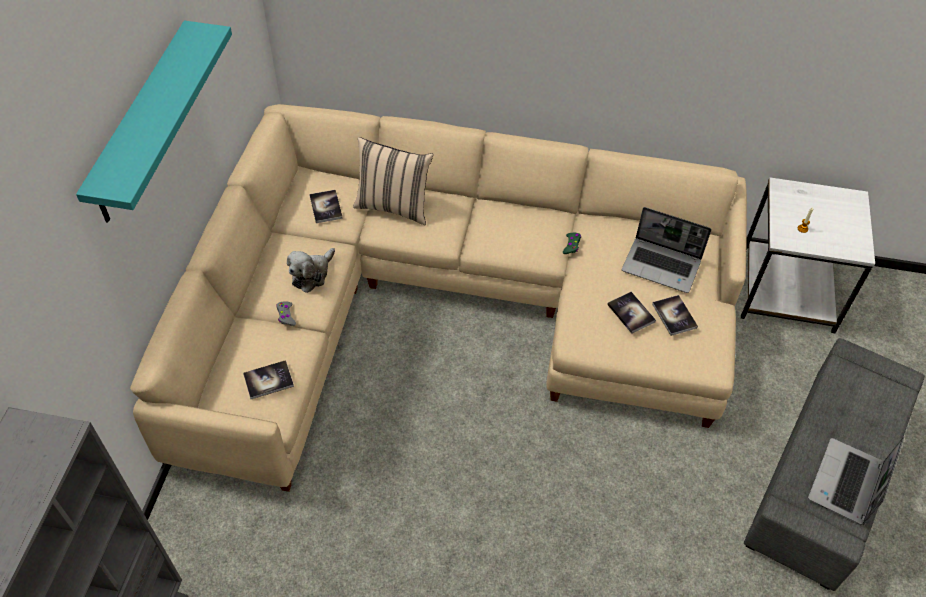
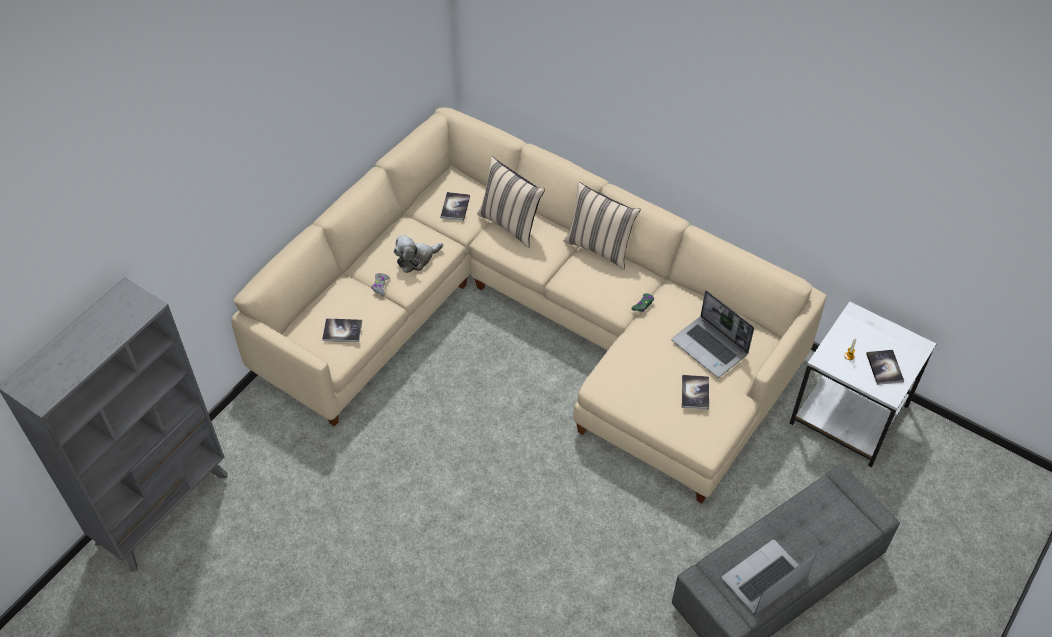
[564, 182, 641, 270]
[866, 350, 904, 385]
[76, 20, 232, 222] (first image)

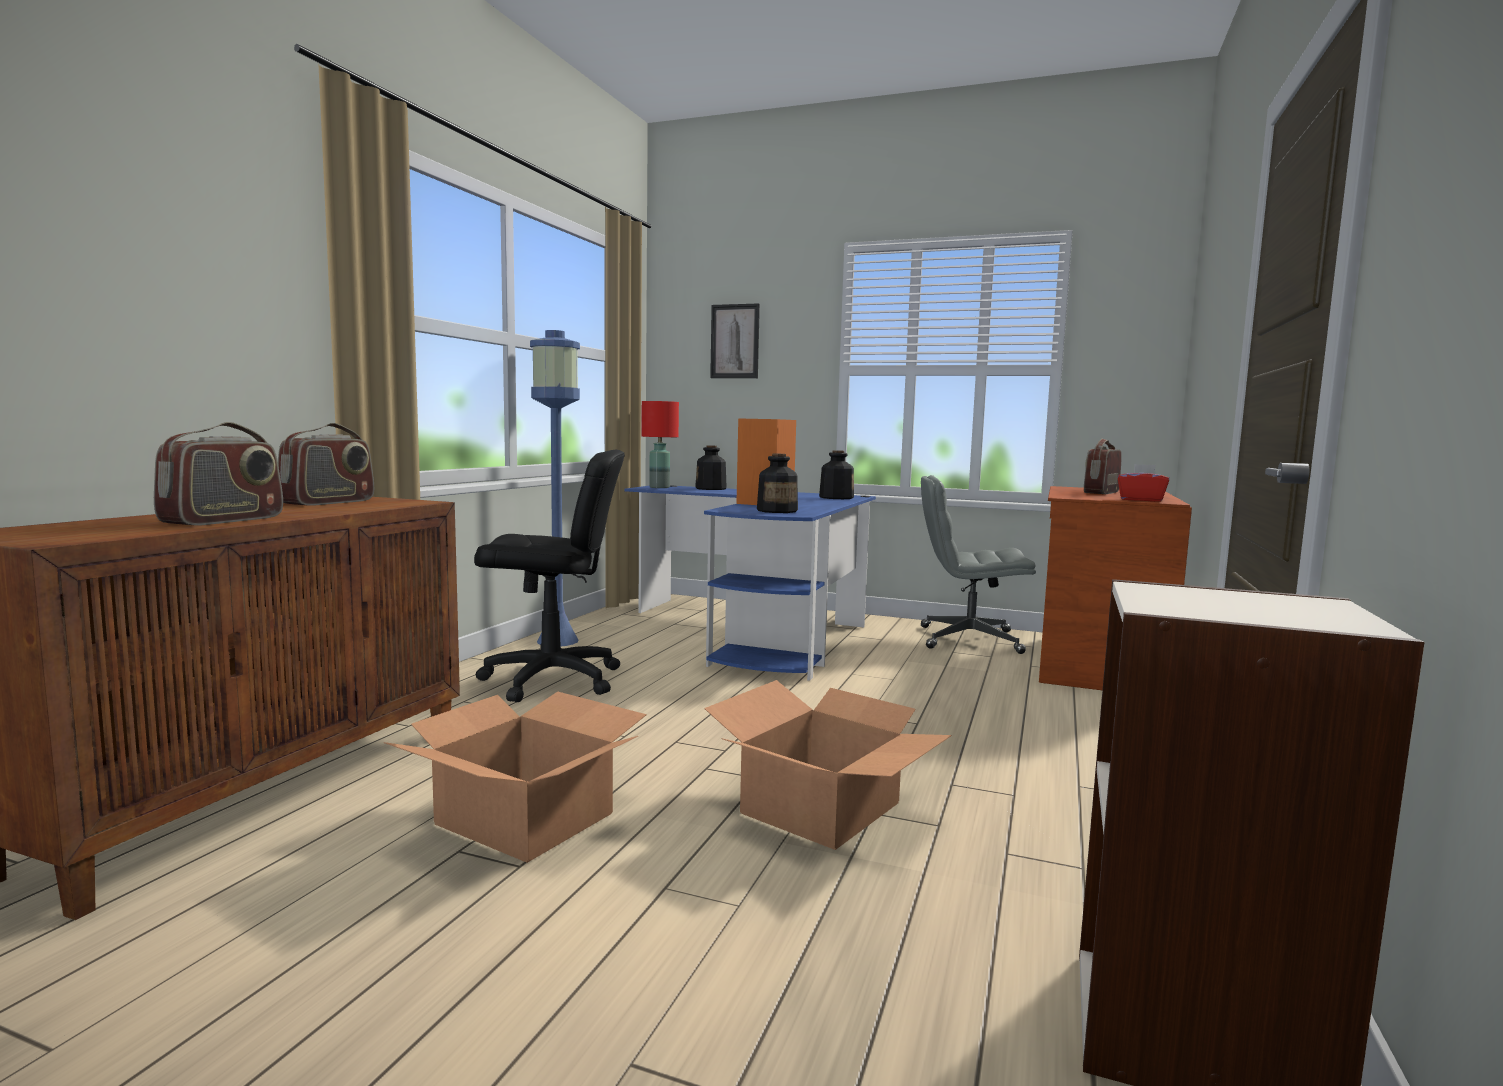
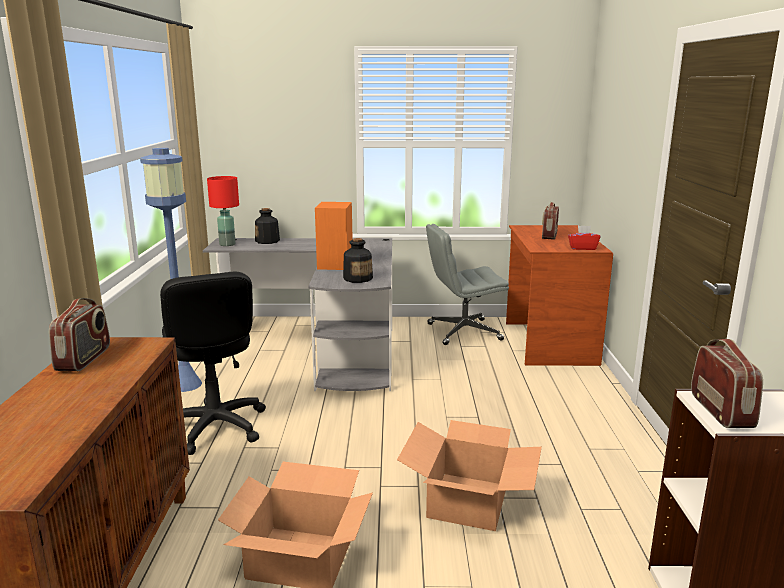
[160, 272, 266, 455]
[203, 238, 392, 391]
[691, 339, 763, 428]
[710, 303, 760, 378] (first image)
[819, 450, 854, 499] (first image)

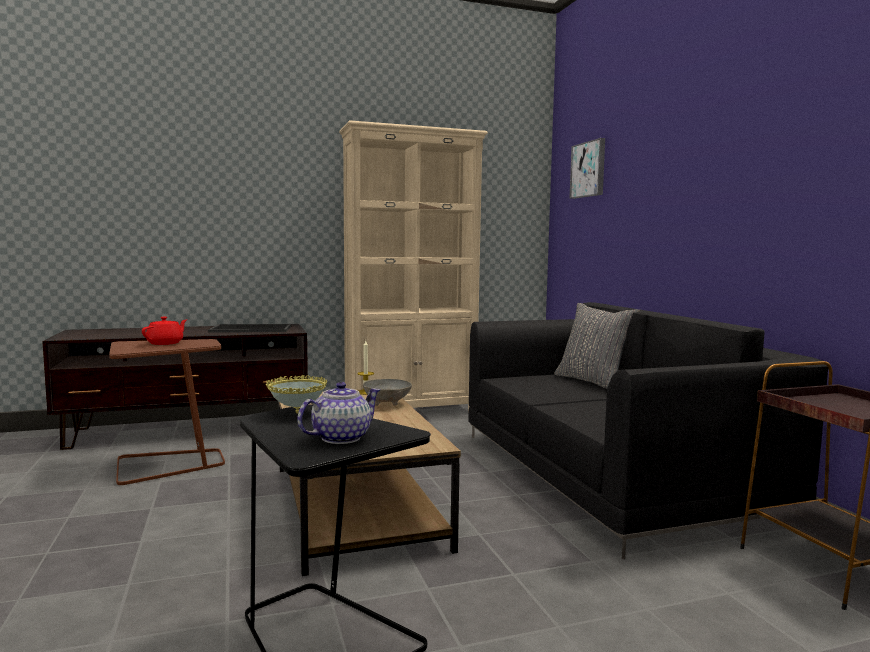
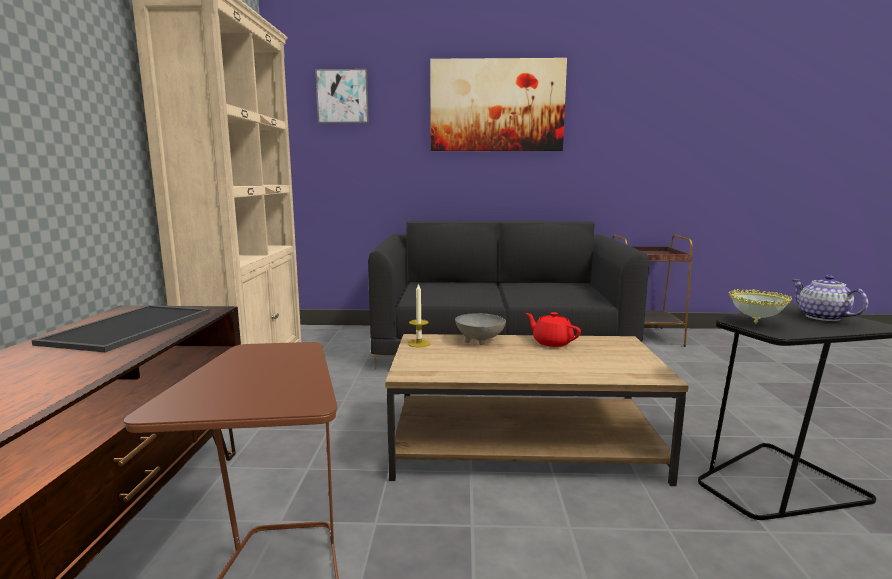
[430, 58, 567, 151]
[526, 312, 581, 347]
[554, 303, 640, 389] (first image)

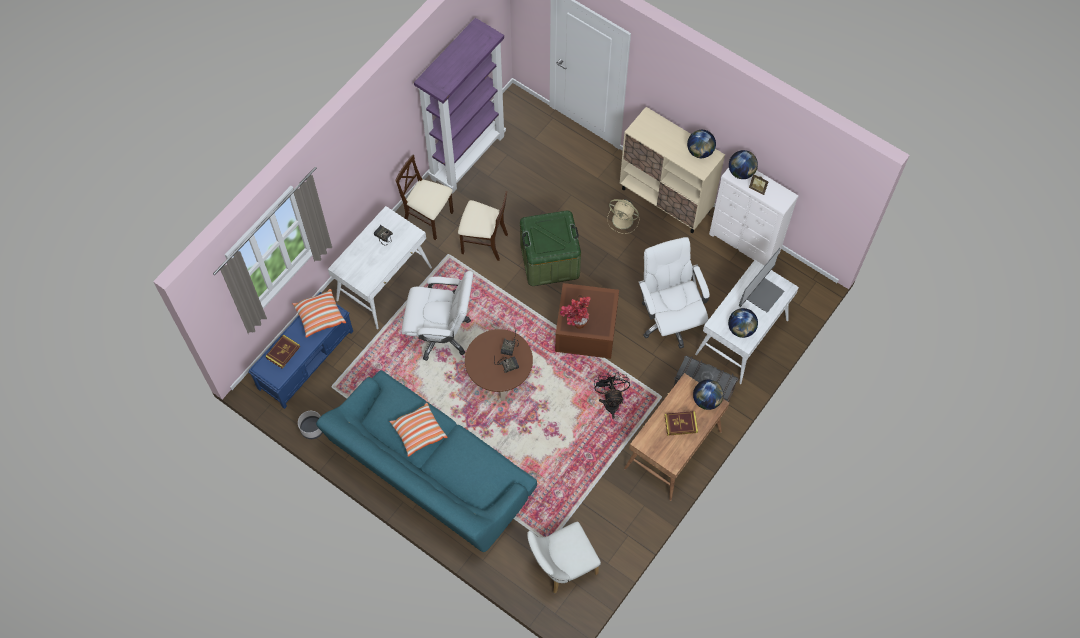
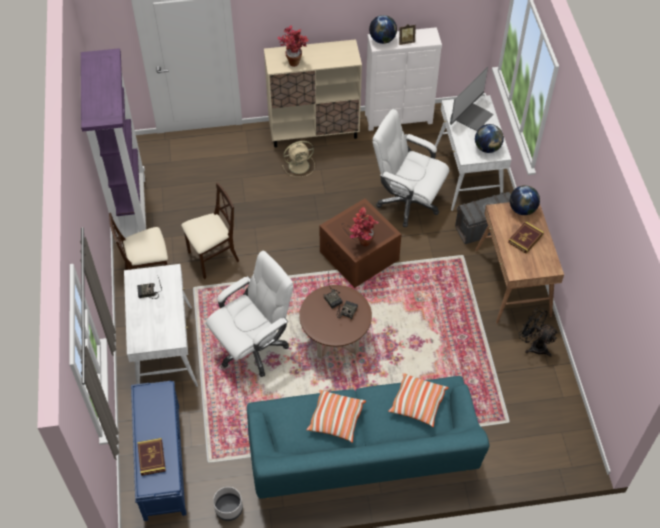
[277, 25, 309, 67]
[388, 373, 449, 427]
[450, 67, 494, 131]
[519, 307, 558, 357]
[520, 210, 581, 286] (first image)
[527, 522, 601, 594] (first image)
[687, 130, 716, 158] (first image)

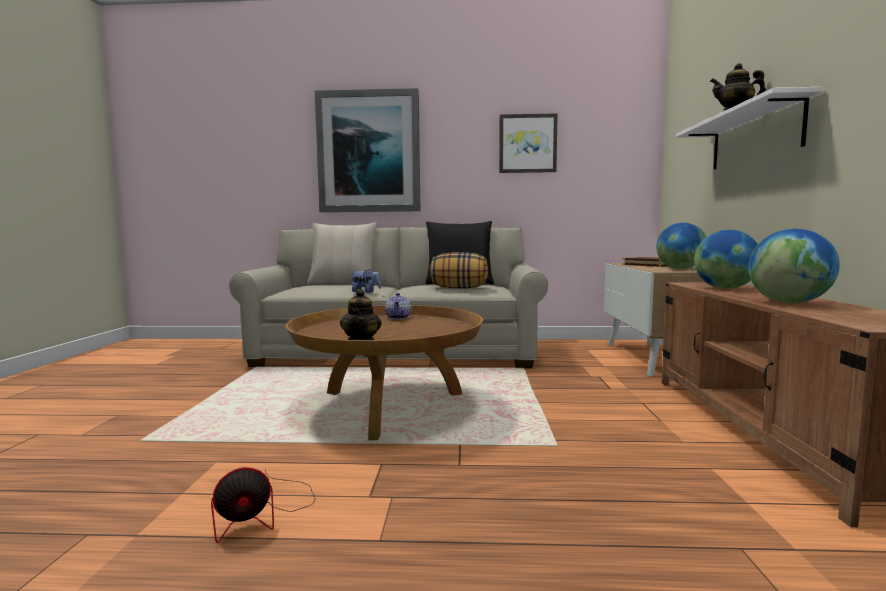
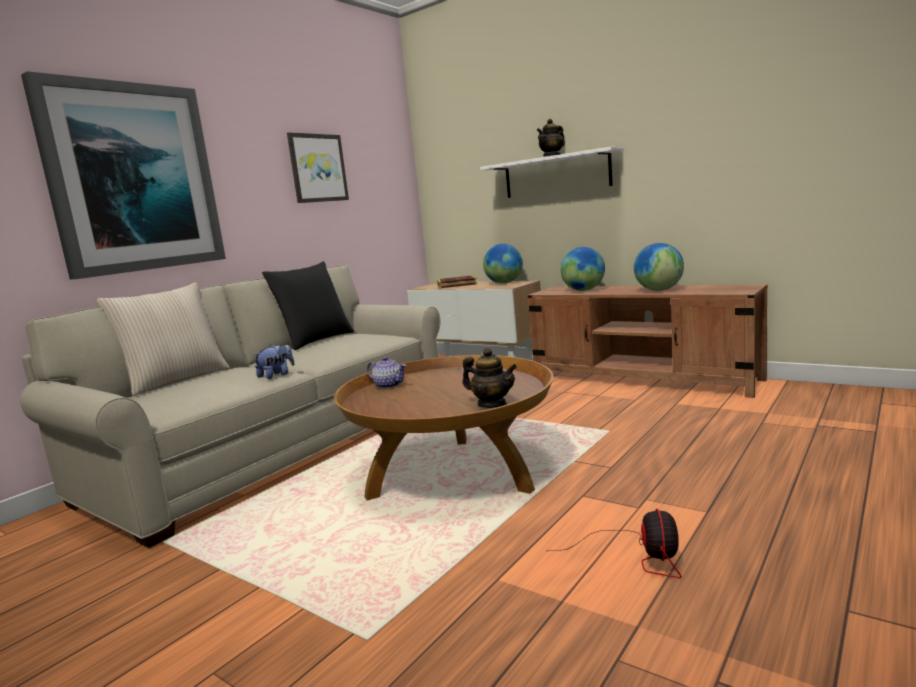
[430, 252, 488, 288] (first image)

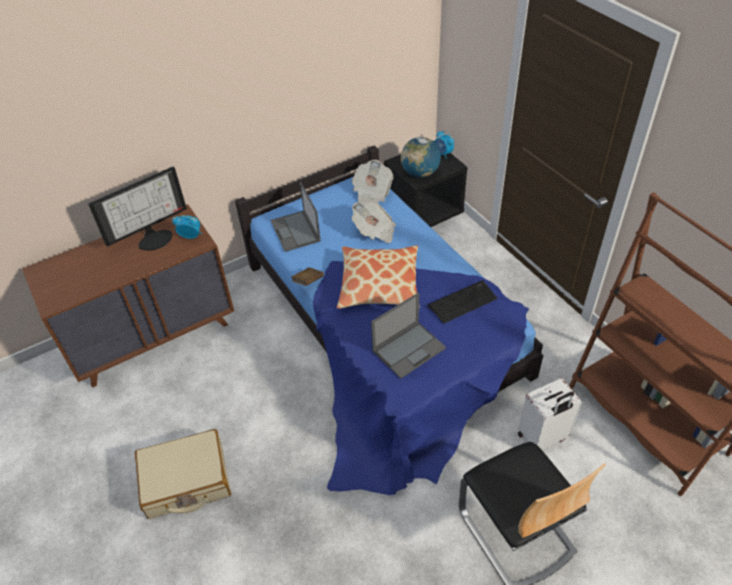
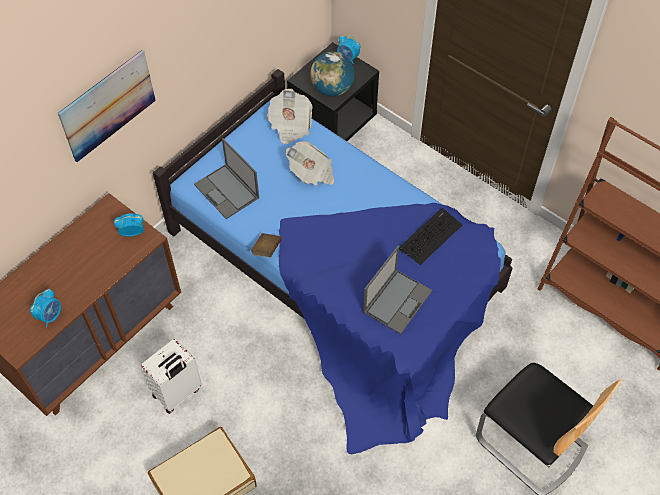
[30, 289, 61, 327]
[58, 50, 156, 162]
[141, 339, 202, 414]
[88, 167, 187, 251] (first image)
[337, 245, 418, 309] (first image)

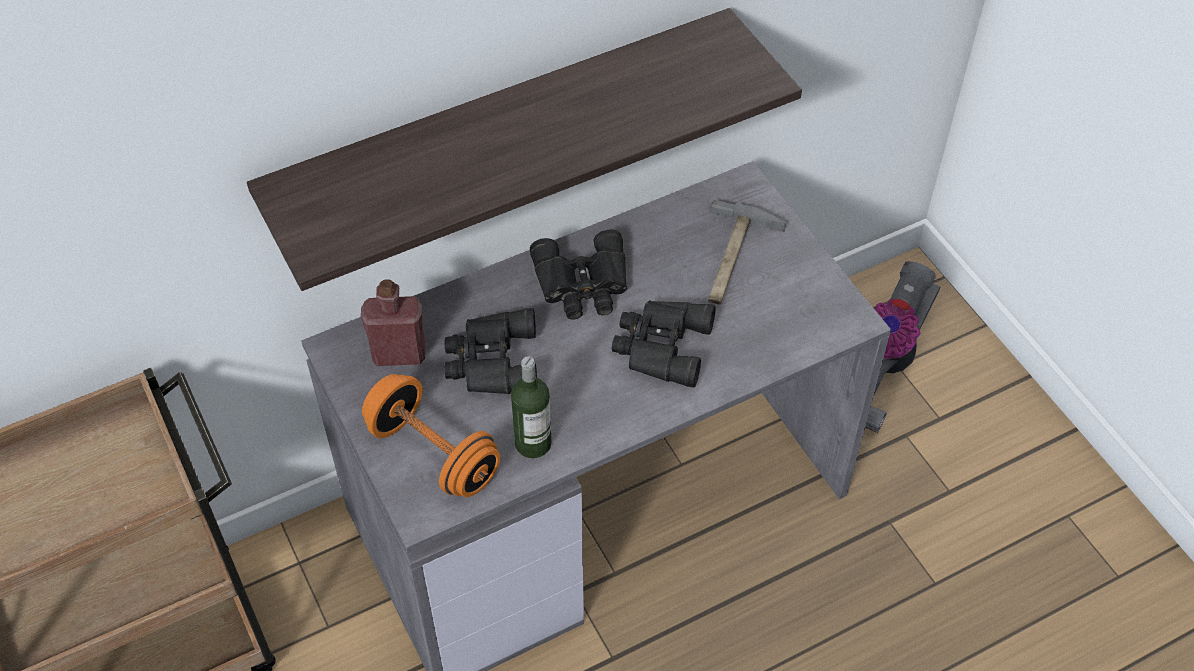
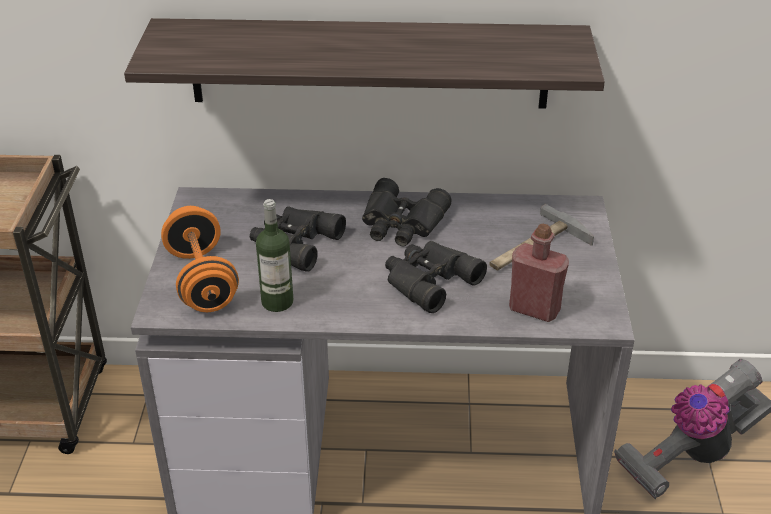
[509, 224, 569, 322]

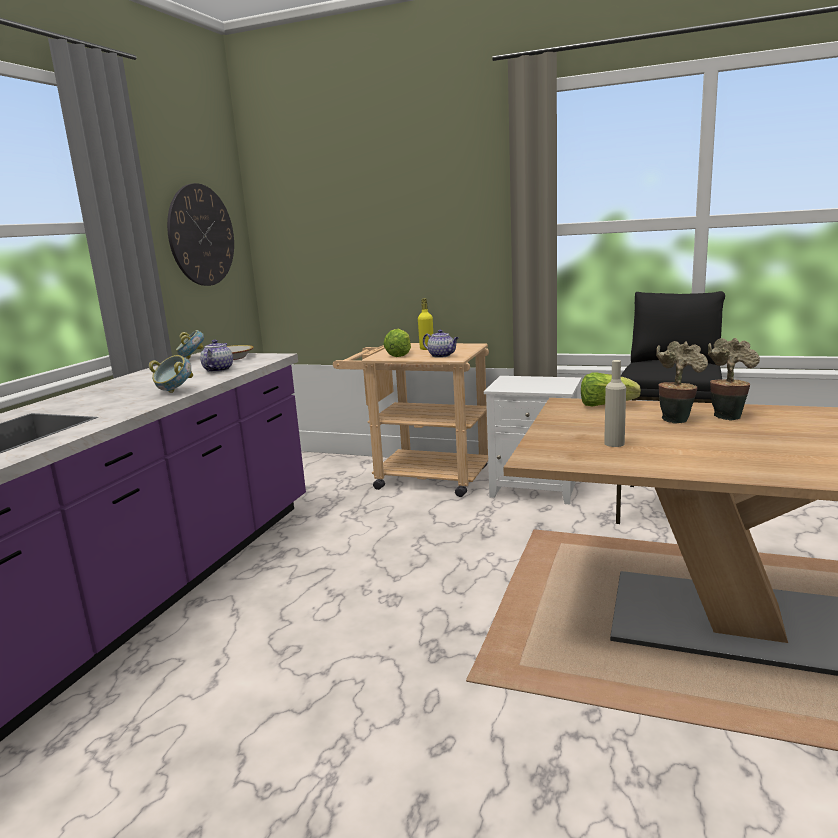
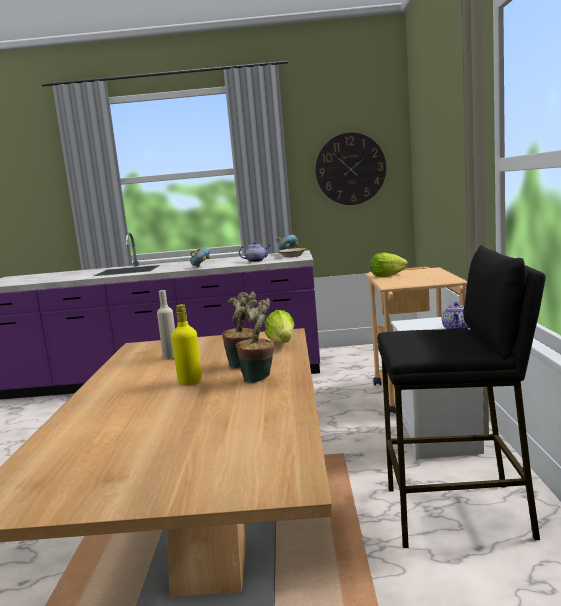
[171, 304, 202, 385]
[442, 302, 469, 329]

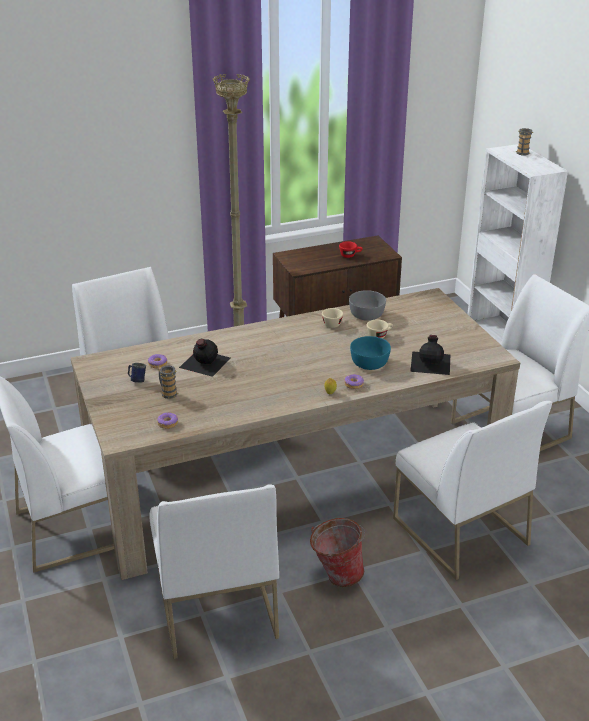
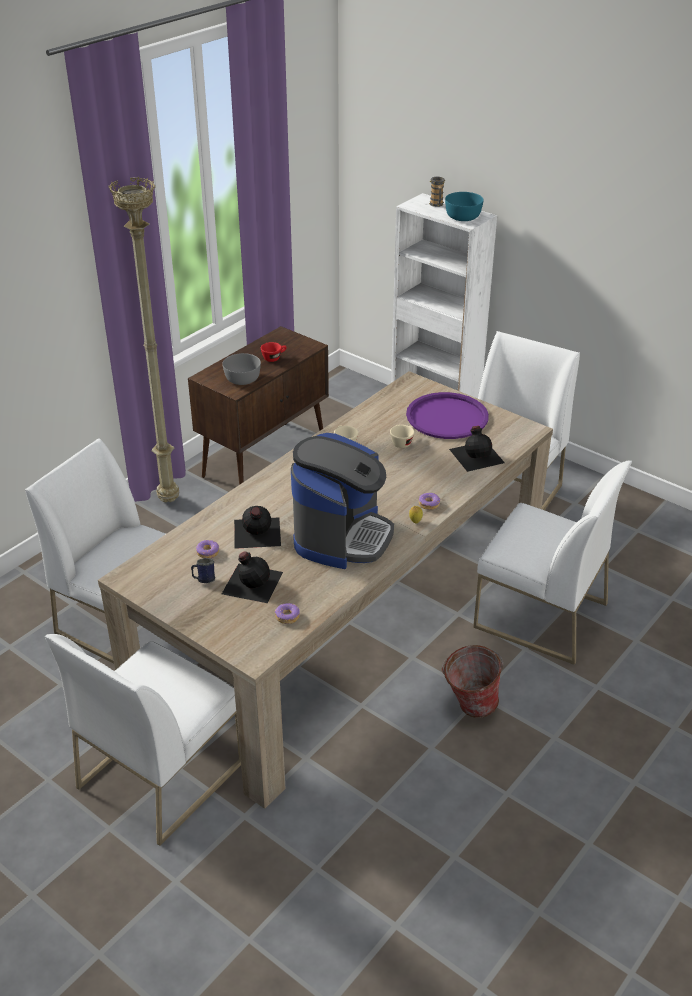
[222, 353, 261, 385]
[222, 552, 283, 603]
[291, 433, 394, 569]
[406, 392, 489, 439]
[445, 192, 484, 221]
[149, 484, 279, 659] (first image)

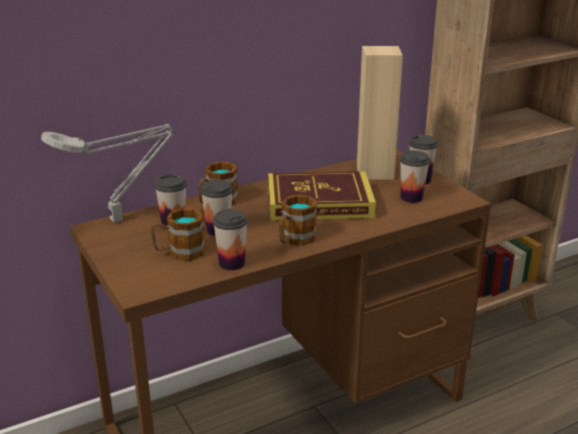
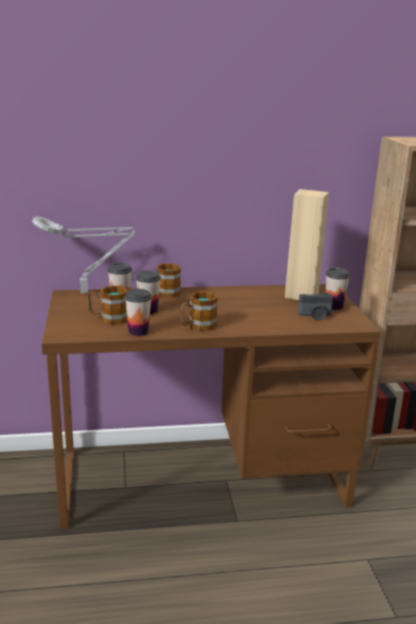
[298, 292, 334, 320]
[268, 171, 376, 221] (first image)

